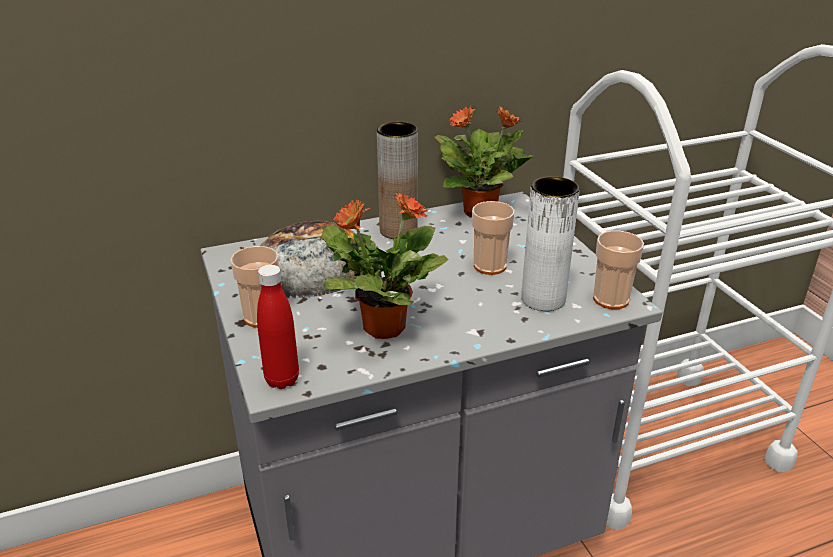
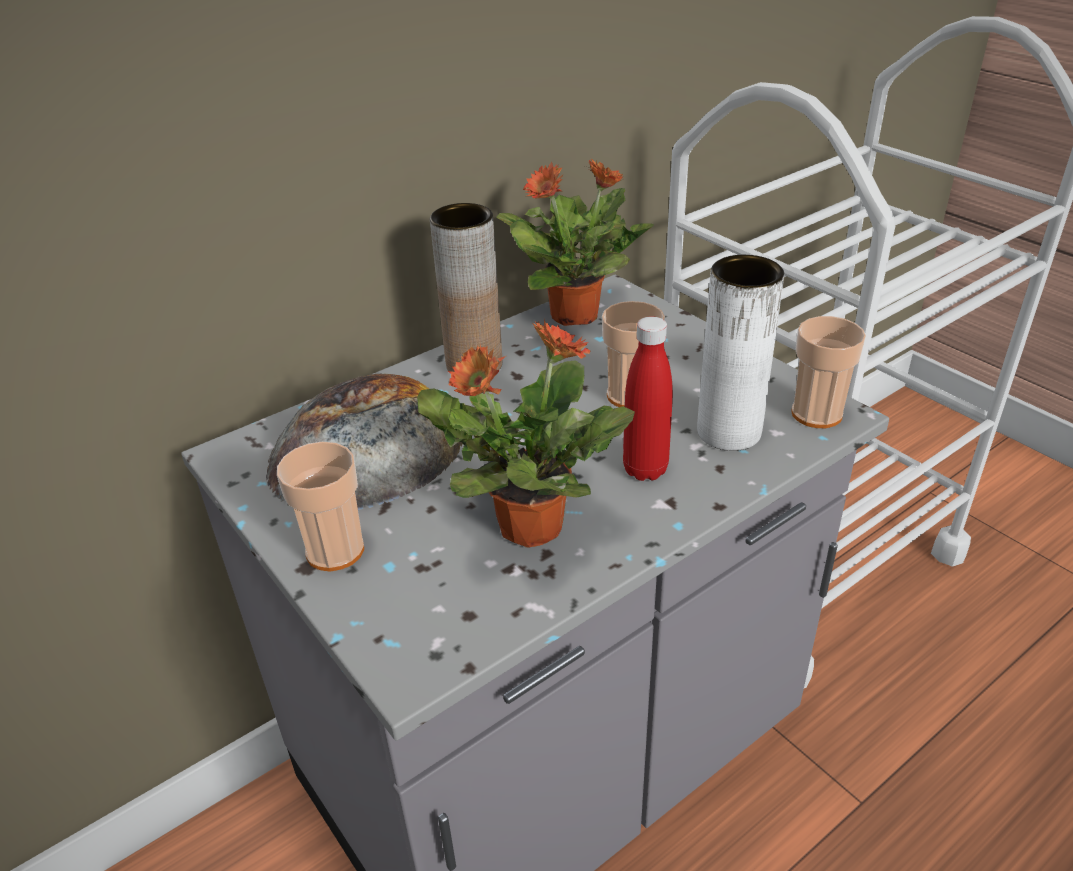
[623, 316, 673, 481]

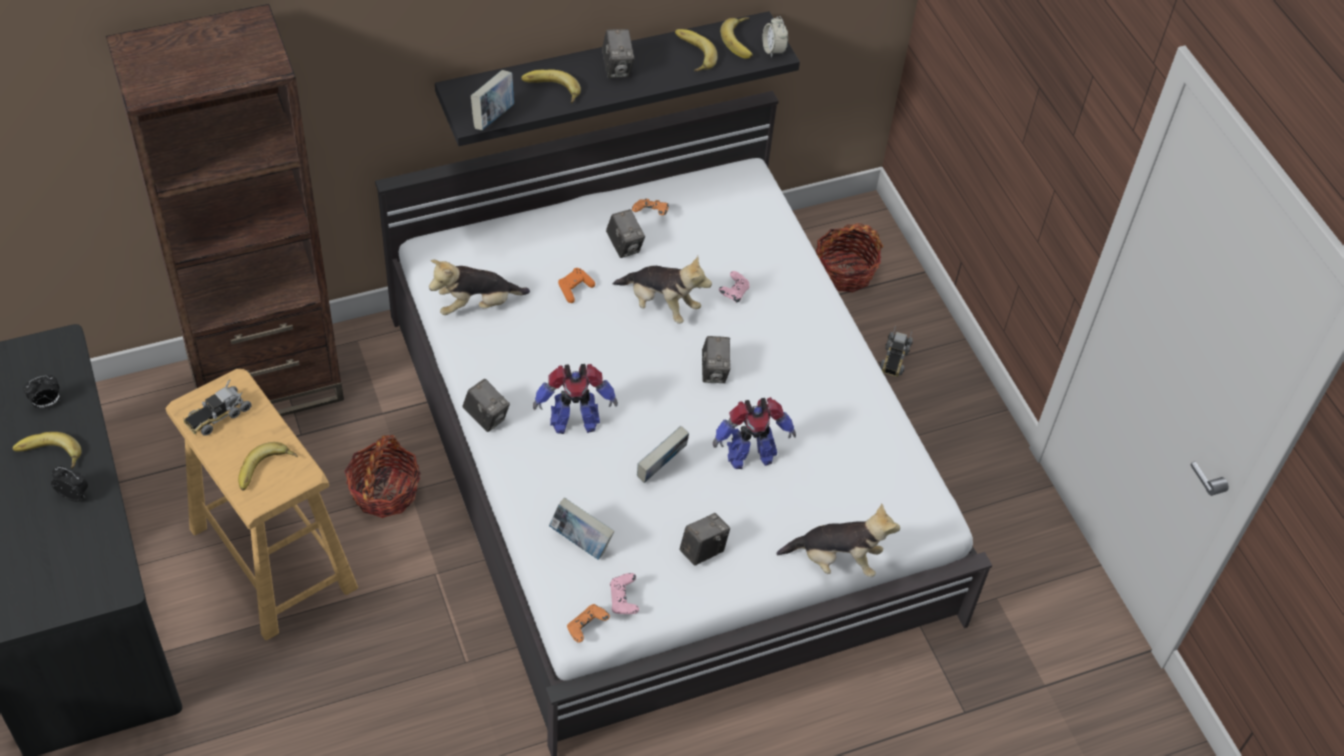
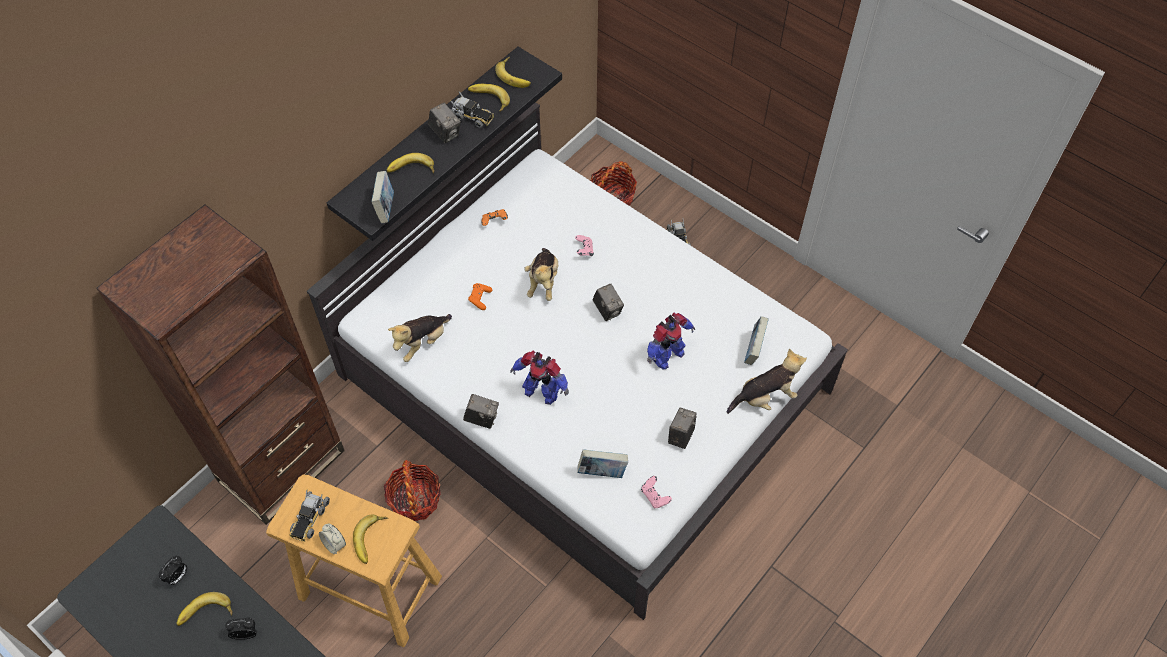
[319, 524, 346, 554]
[450, 91, 494, 128]
[510, 351, 569, 405]
[524, 248, 558, 301]
[744, 316, 769, 365]
[567, 604, 610, 643] (first image)
[606, 209, 645, 258] (first image)

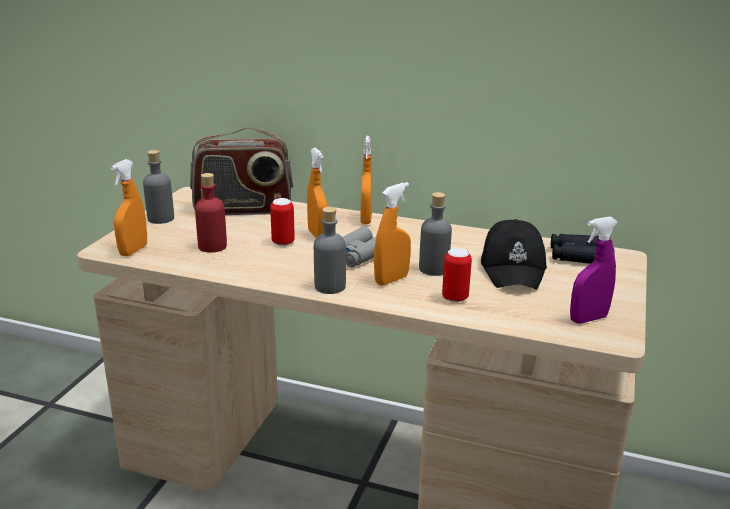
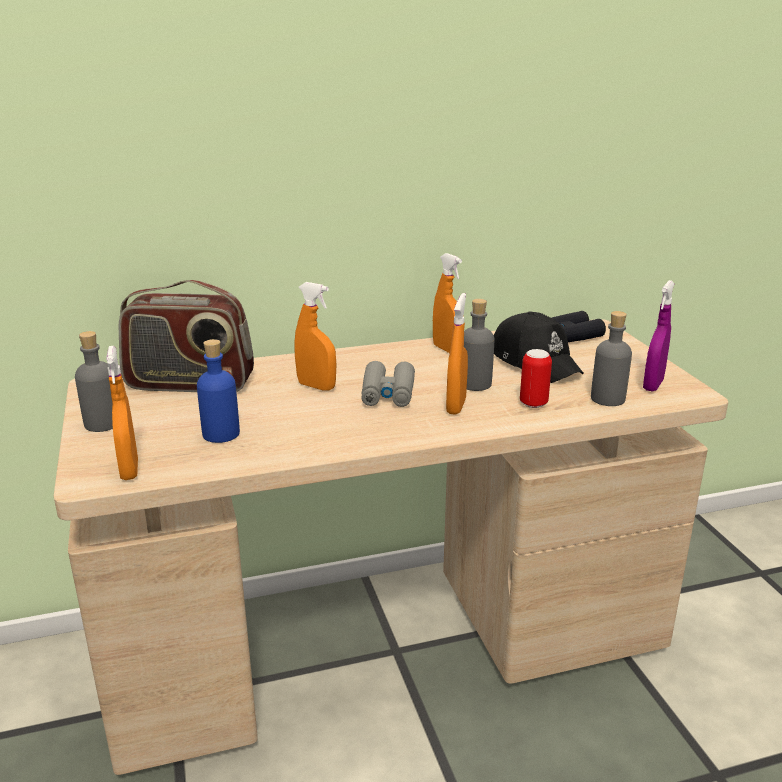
[119, 280, 254, 392]
[197, 339, 240, 443]
[433, 253, 462, 353]
[591, 311, 632, 406]
[270, 198, 295, 246] (first image)

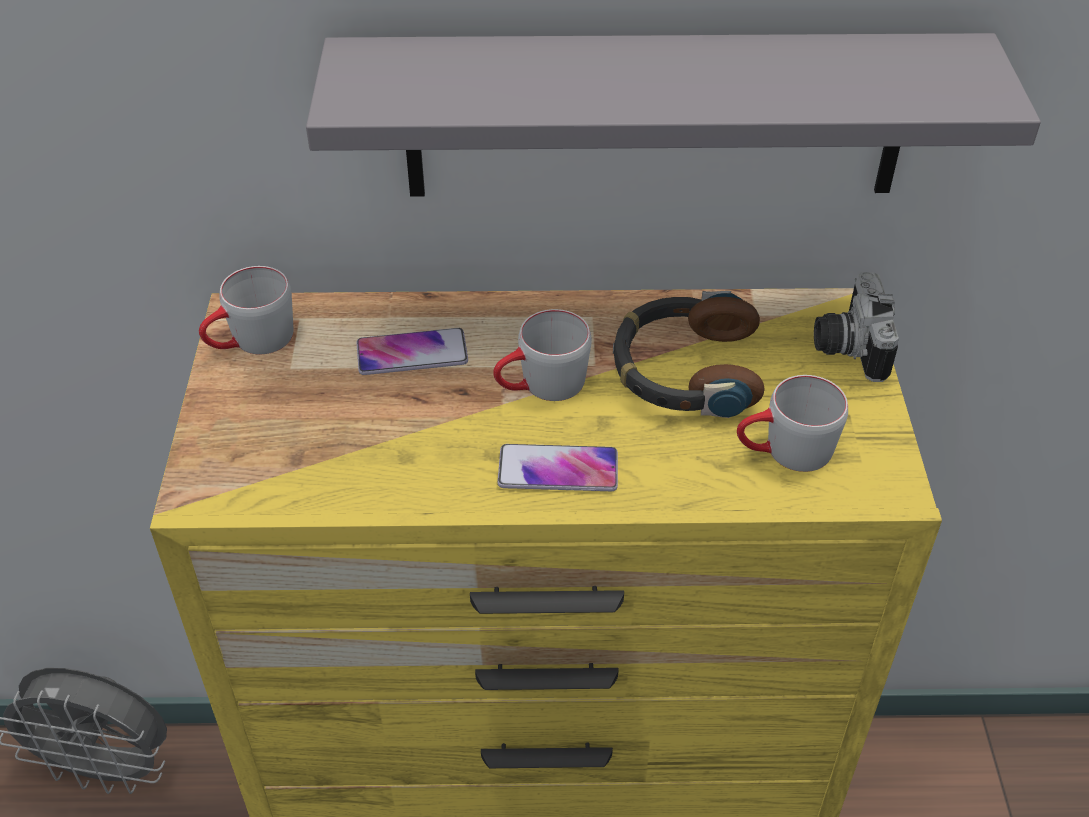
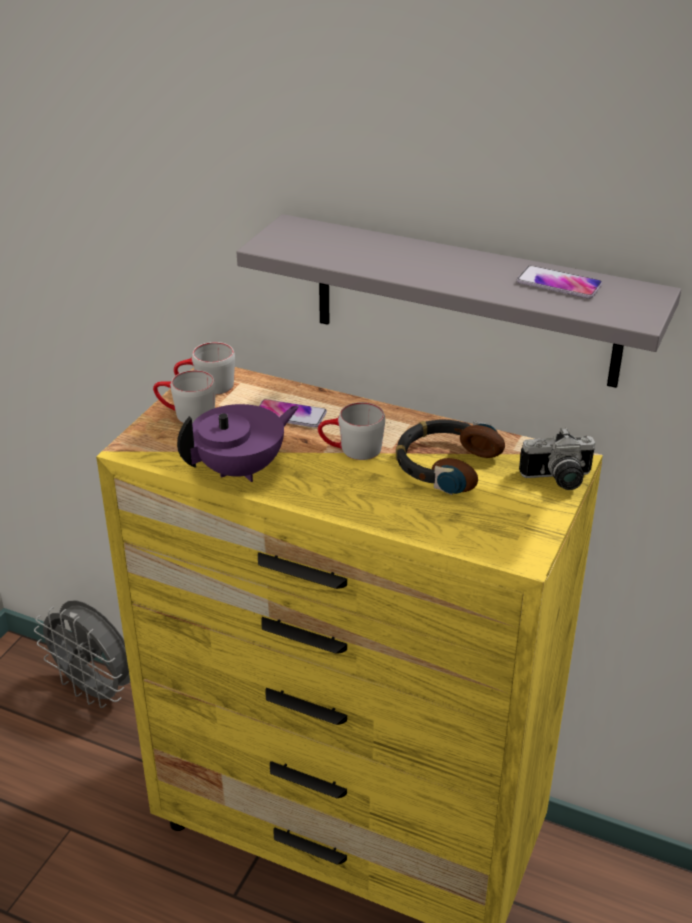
[153, 370, 216, 423]
[177, 404, 299, 482]
[517, 266, 602, 299]
[519, 428, 595, 490]

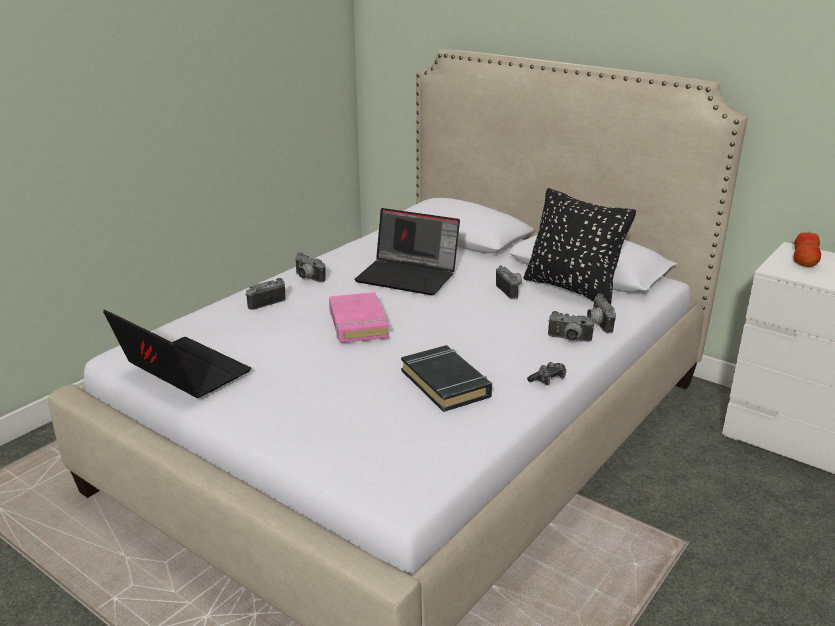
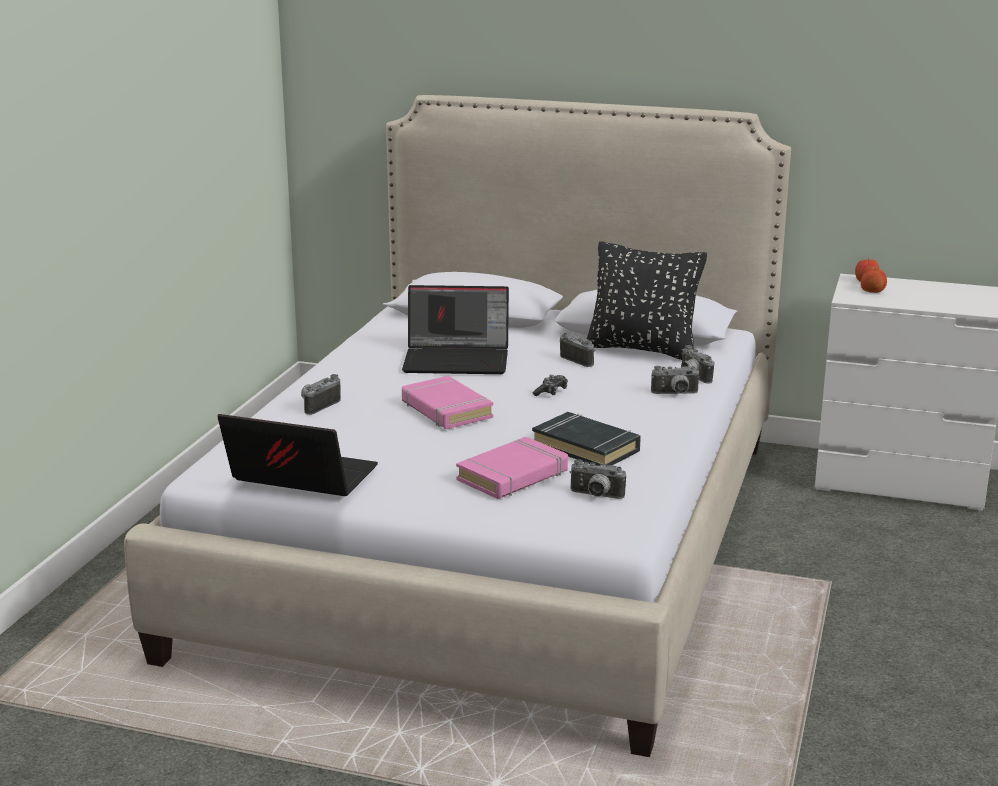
[456, 437, 568, 499]
[533, 375, 568, 396]
[570, 459, 626, 499]

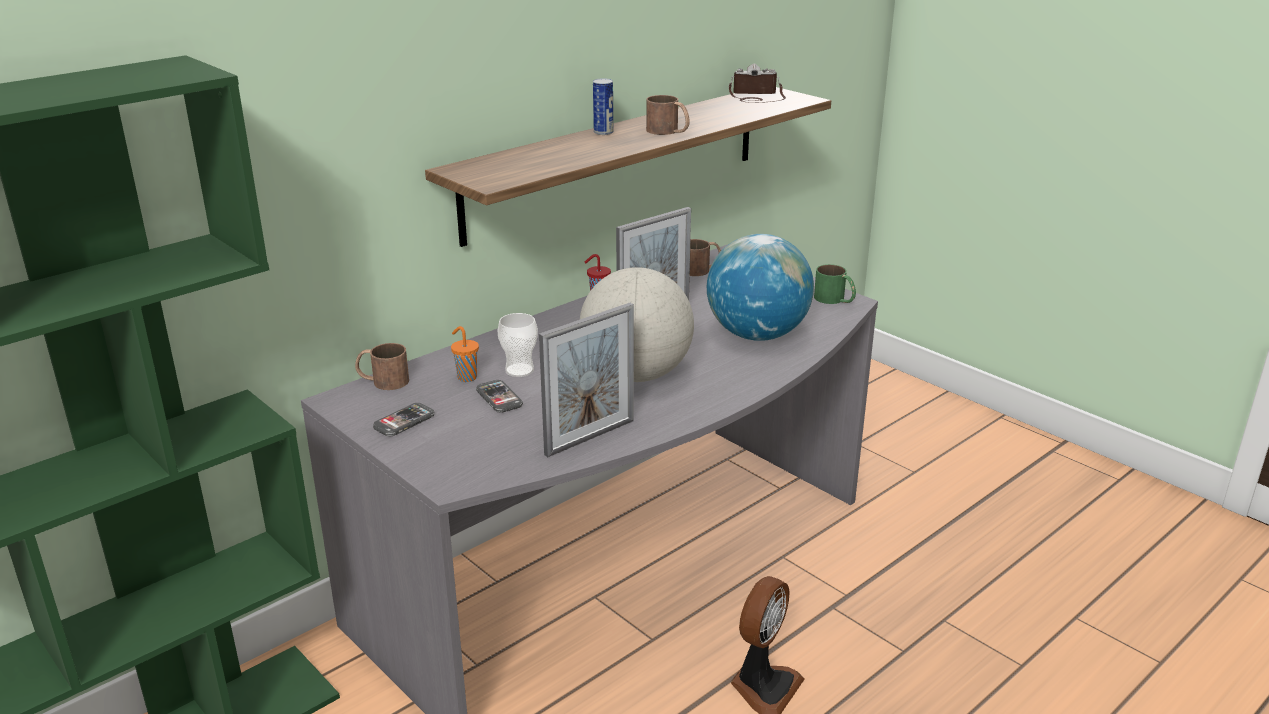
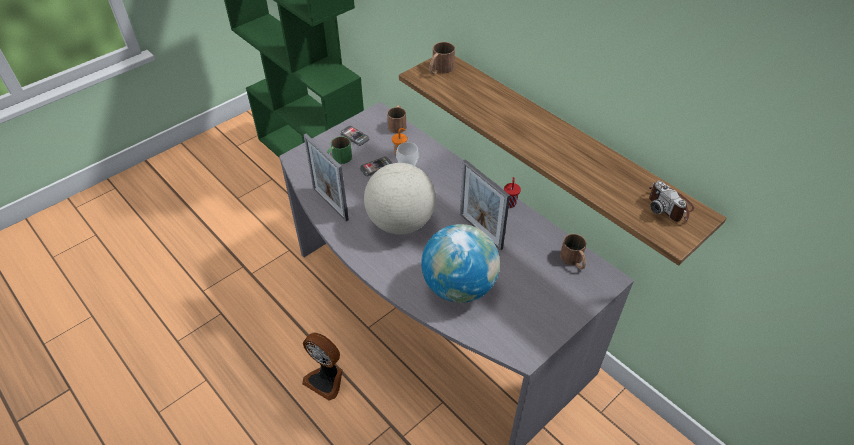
[327, 136, 352, 164]
[429, 42, 455, 74]
[649, 181, 694, 222]
[593, 78, 613, 135] (first image)

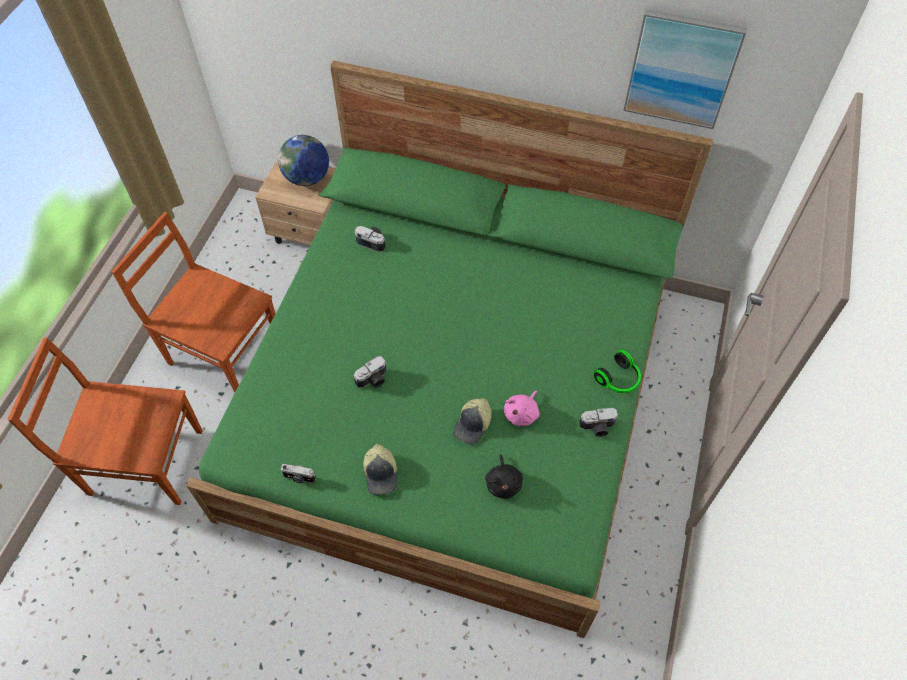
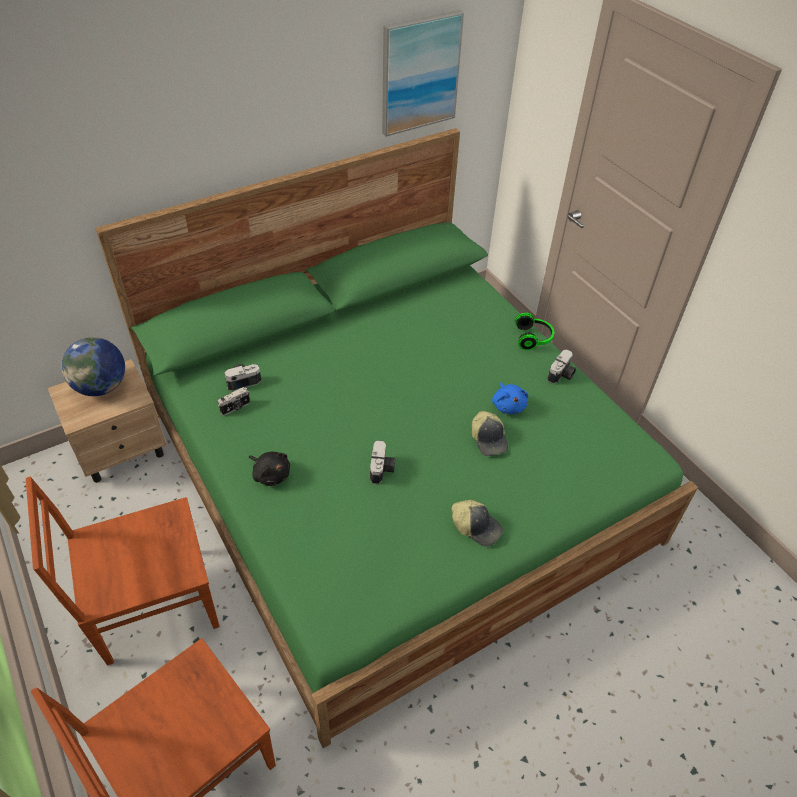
[218, 387, 250, 416]
[249, 452, 290, 486]
[492, 382, 528, 414]

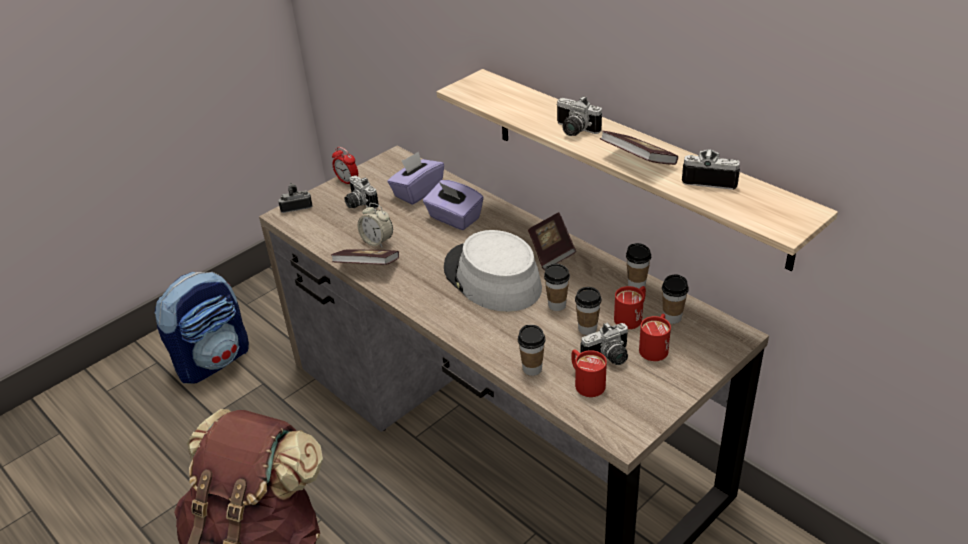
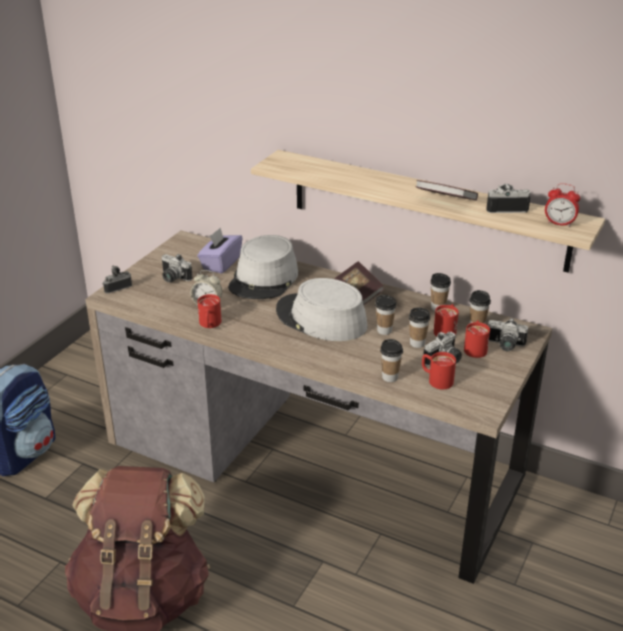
[198, 294, 221, 328]
[228, 235, 298, 299]
[488, 318, 528, 351]
[545, 183, 580, 227]

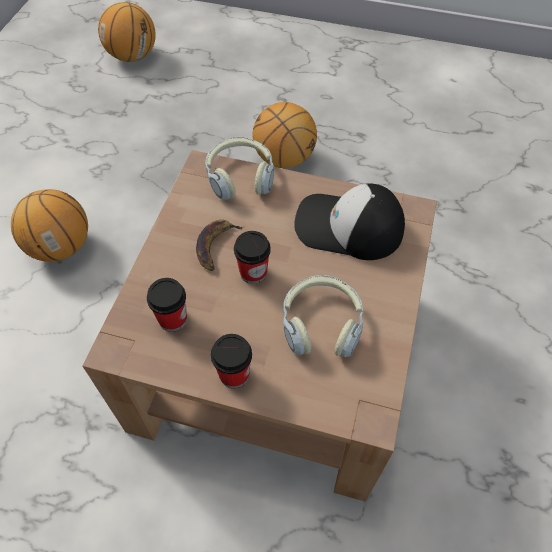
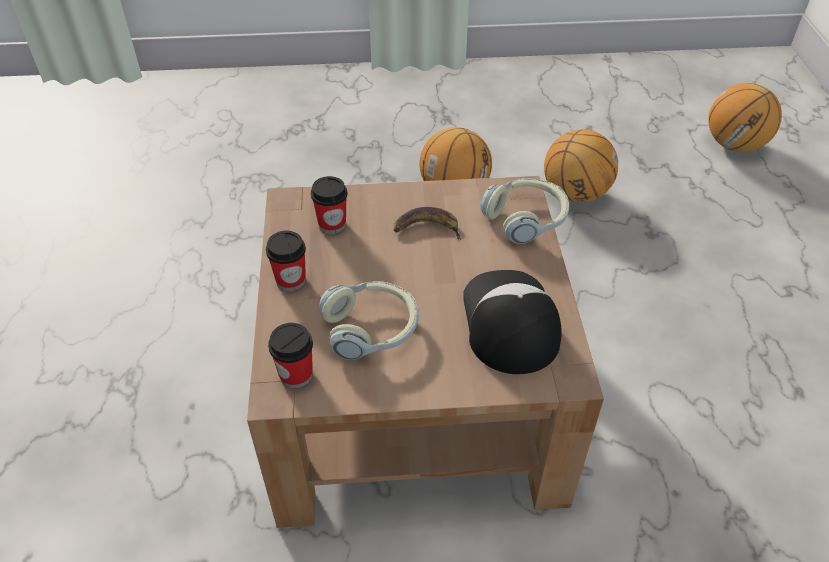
[268, 323, 313, 389]
[544, 129, 618, 203]

